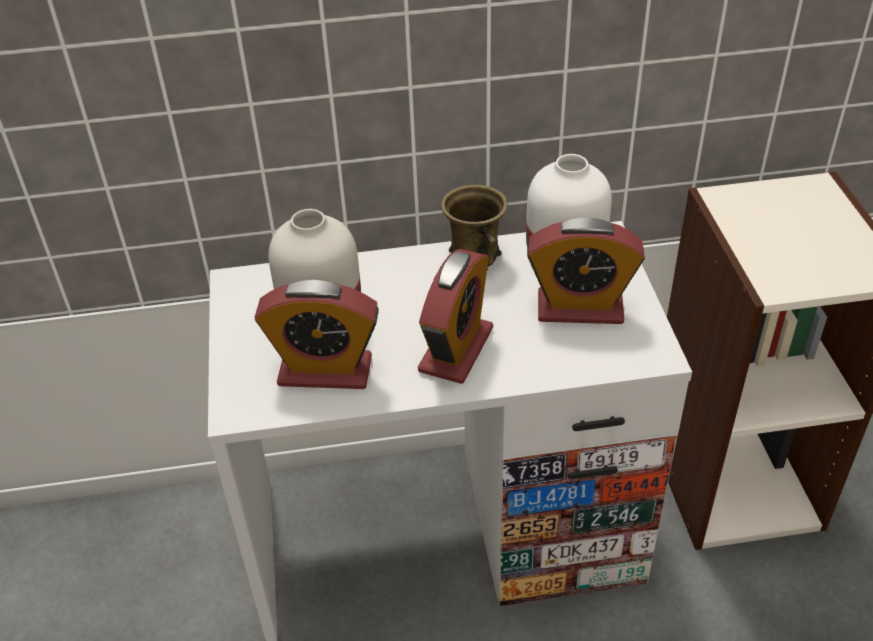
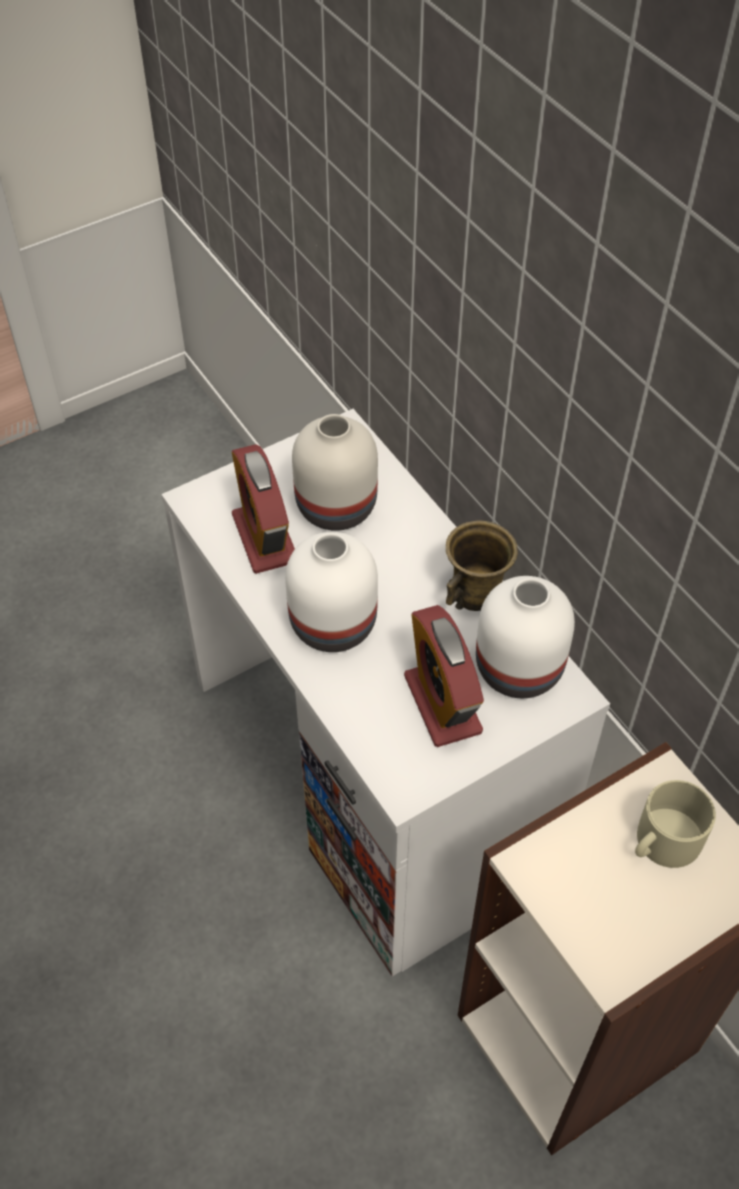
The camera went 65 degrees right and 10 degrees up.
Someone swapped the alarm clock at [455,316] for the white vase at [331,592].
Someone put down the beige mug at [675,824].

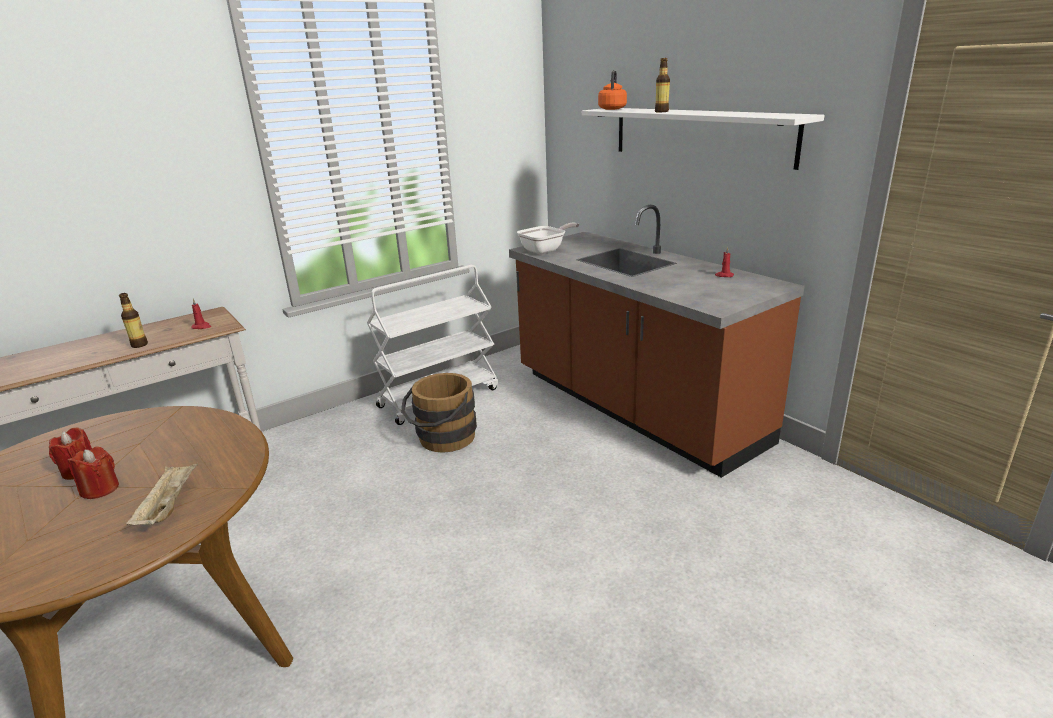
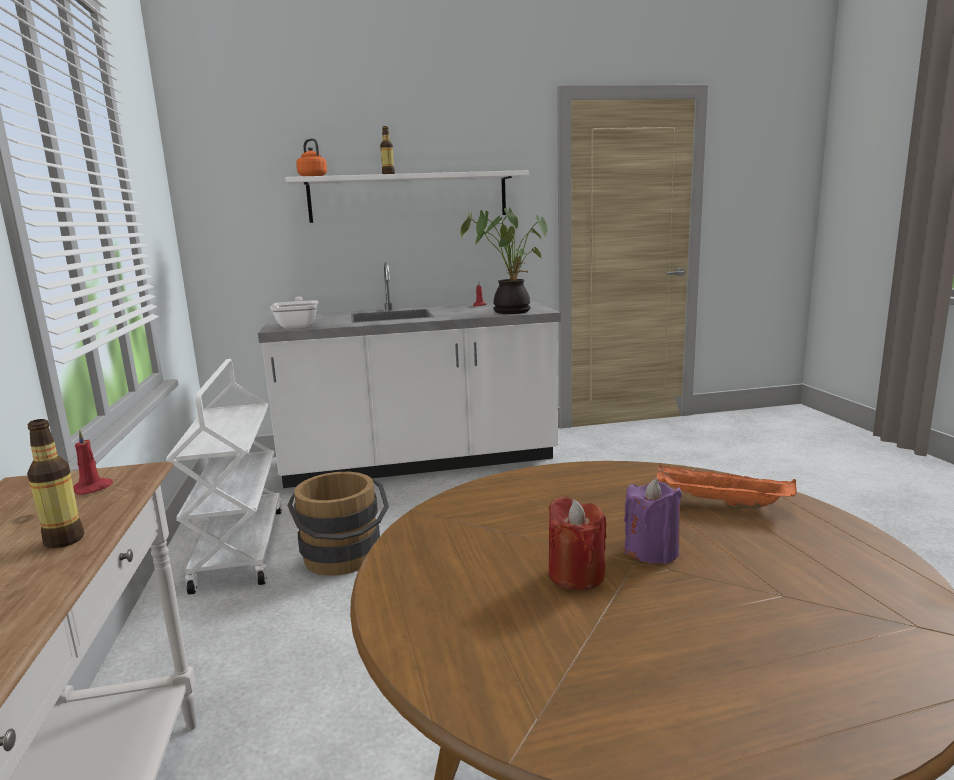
The camera went 65 degrees left and 10 degrees down.
Someone repainted the red candle at [93,472], which became the purple candle at [653,521].
Someone repainted the beige tray at [162,494], which became the orange tray at [727,486].
Someone repainted the brown counter at [657,341], which became the white counter at [409,375].
Someone put down the potted plant at [504,260].

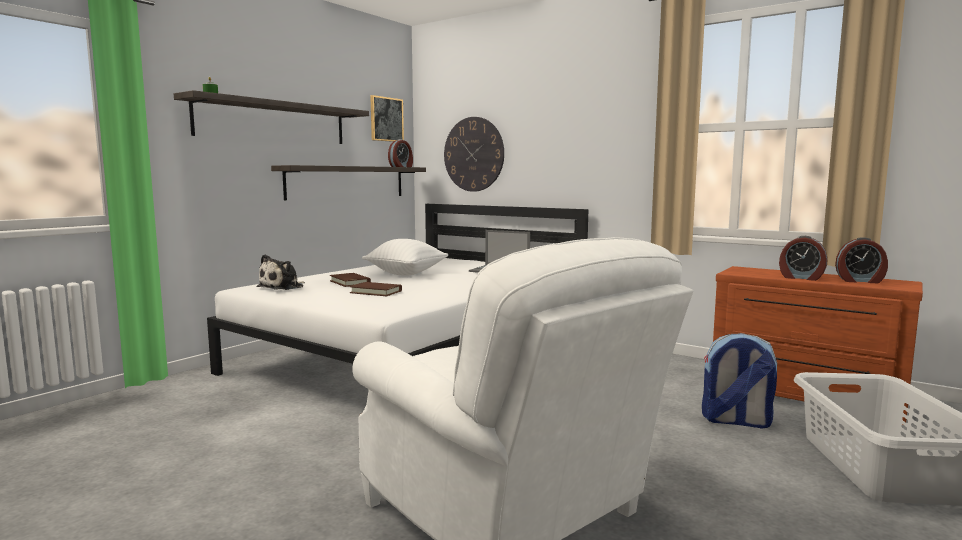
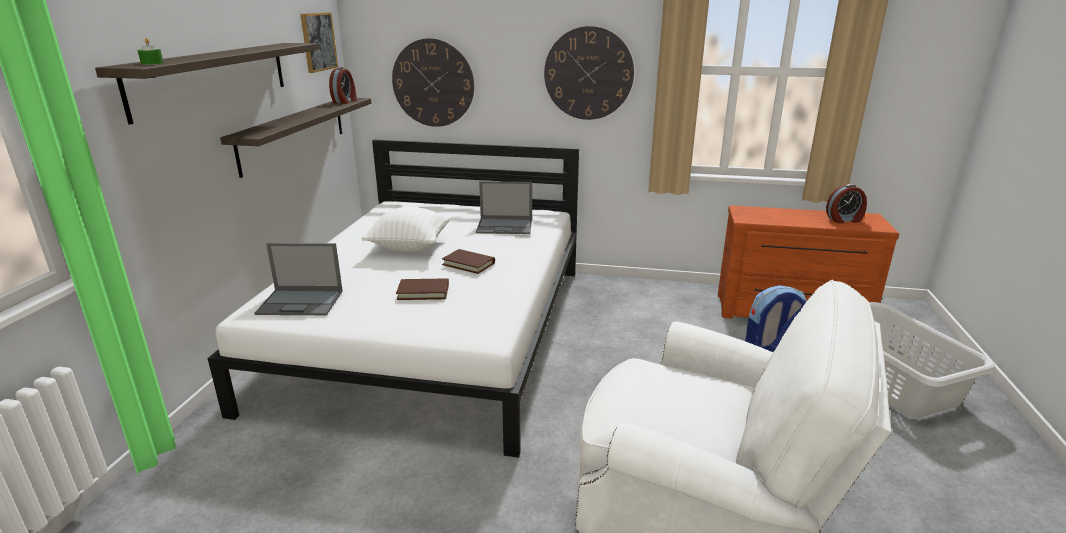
The camera went 25 degrees left and 15 degrees up.
Someone swapped the plush toy at [281,272] for the laptop at [298,279].
Someone carried the brown book from [350,280] to [468,261].
Someone took away the alarm clock at [803,258].
Someone put up the wall clock at [589,73].

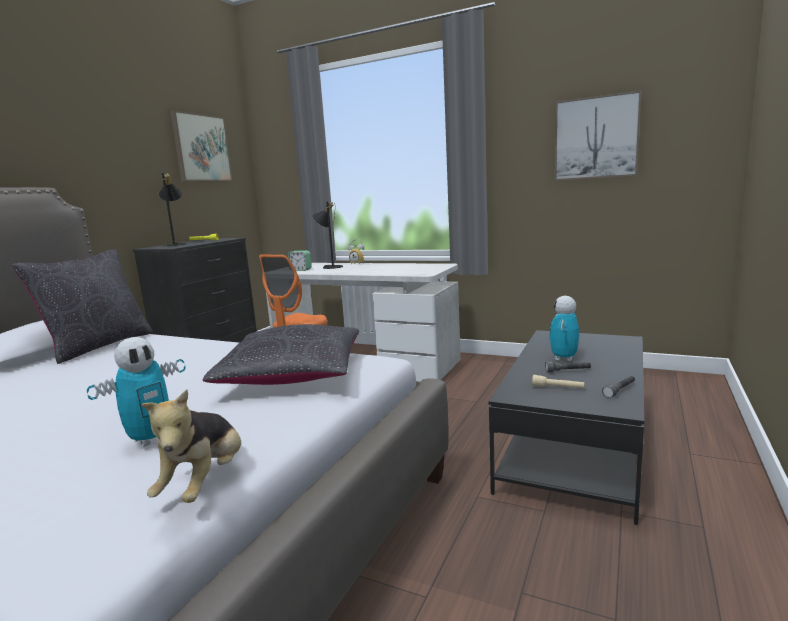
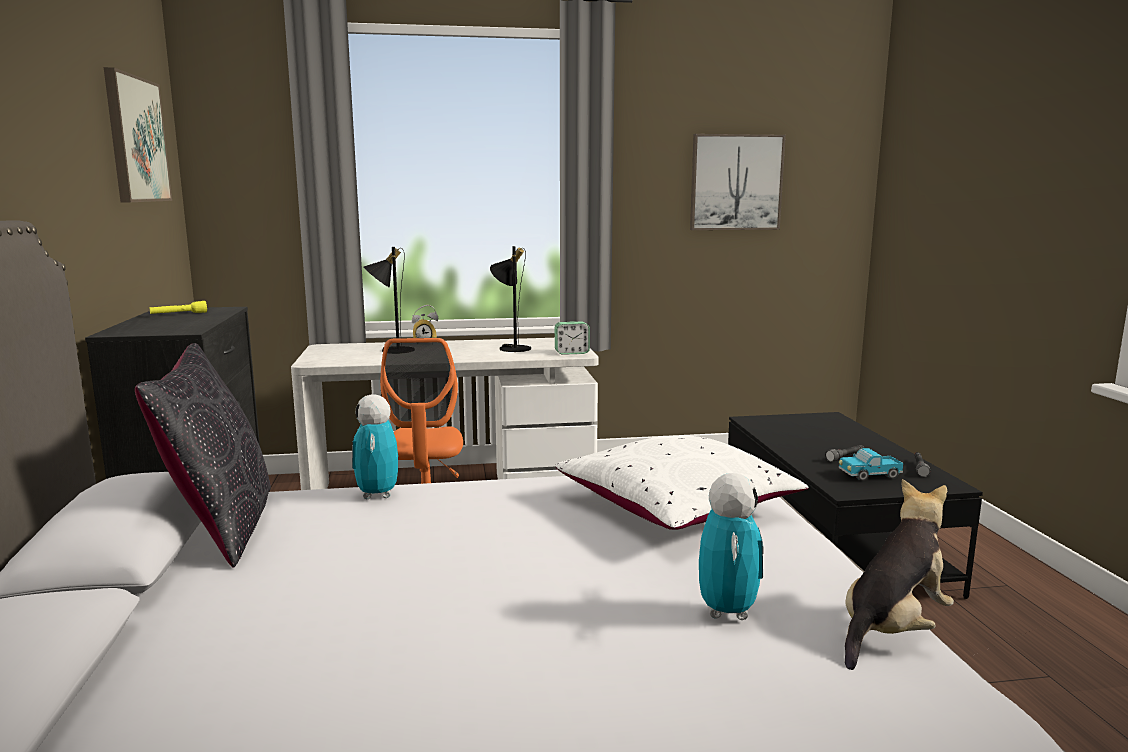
The camera went 35 degrees left and 0 degrees up.
Someone rotated the plush toy at [191,446] by 105 degrees counterclockwise.
Someone carried the black table lamp from [172,209] to [510,299].
Someone repainted the black pillow at [281,354], which became the white pillow at [682,482].
Someone carried the alarm clock from [299,260] to [572,338].
Someone swapped the beige flashlight at [558,382] for the toy truck at [871,464].
Someone carried the toy robot from [564,328] to [375,446].

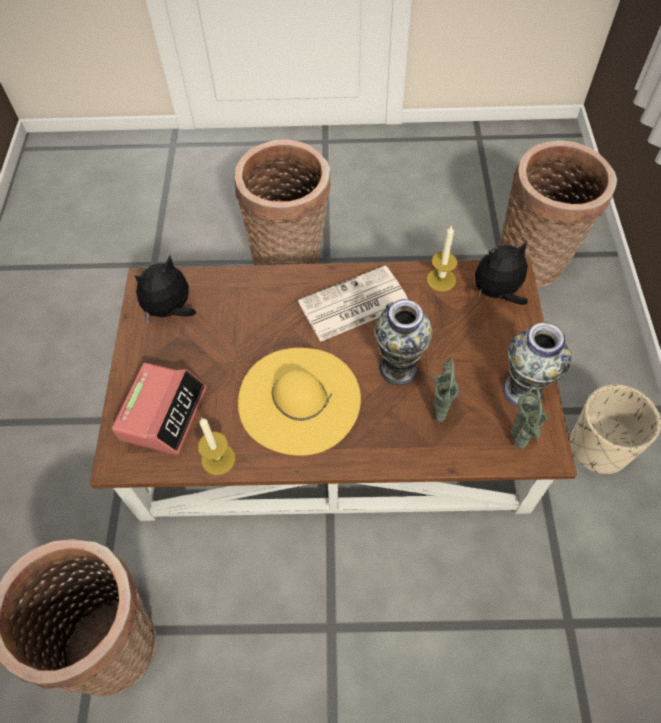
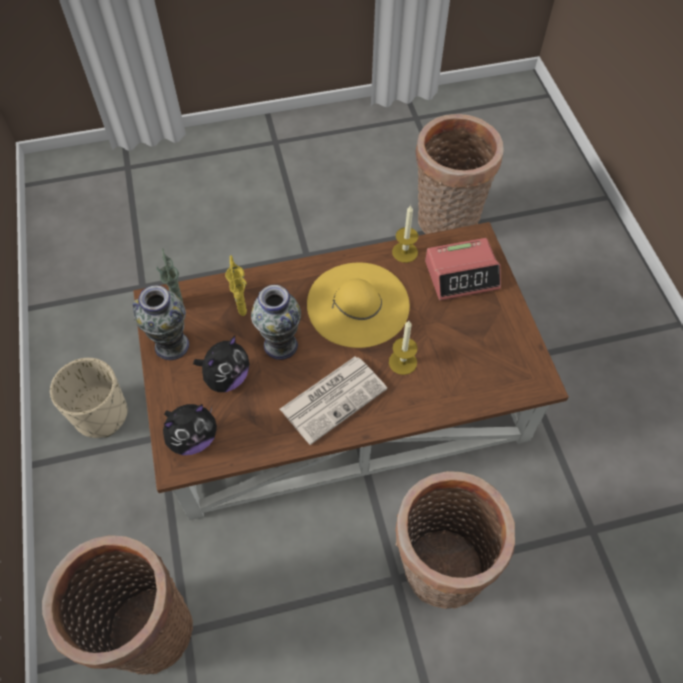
The camera went 165 degrees right and 0 degrees up.
Someone rotated the alarm clock at [159,409] by 105 degrees counterclockwise.
Someone carried the plush toy from [165,290] to [221,364].
Someone carried the candle from [442,258] to [403,348].
Someone repainted the green vase at [446,390], which became the yellow vase at [236,285].

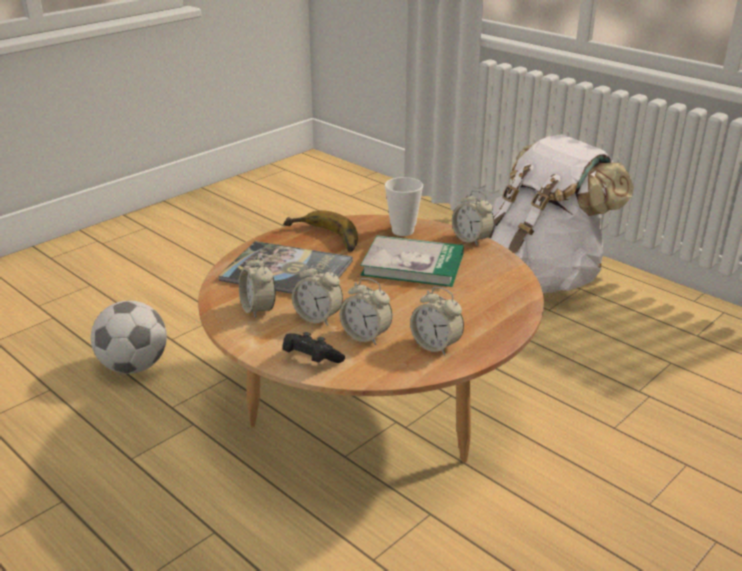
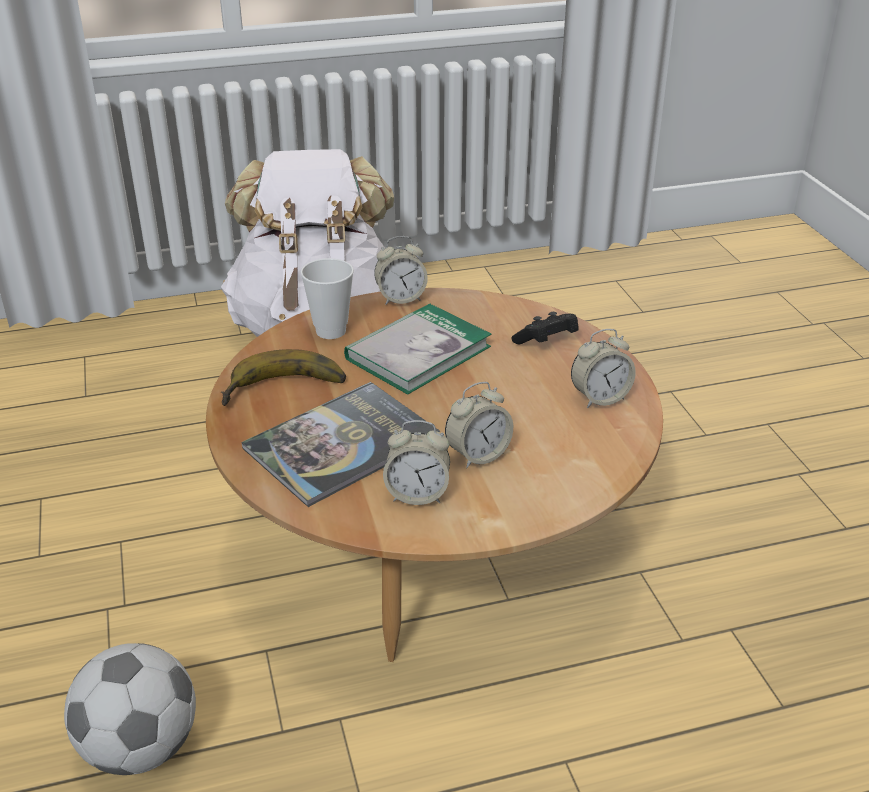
The camera went 60 degrees left and 5 degrees up.
Someone carried the black game controller from [313,347] to [544,328].
Someone took away the alarm clock at [366,311].

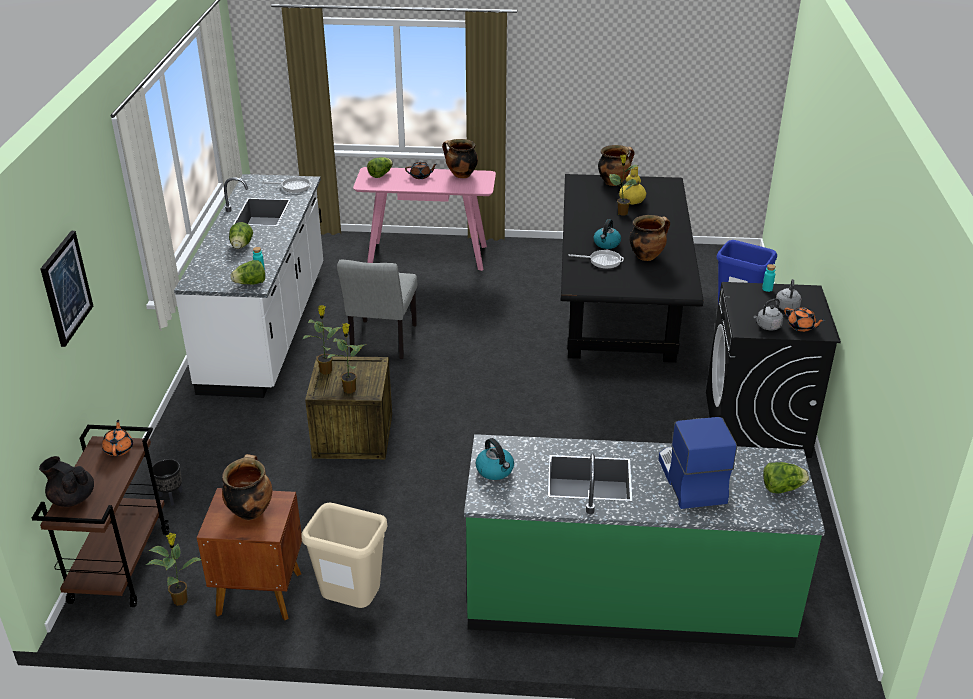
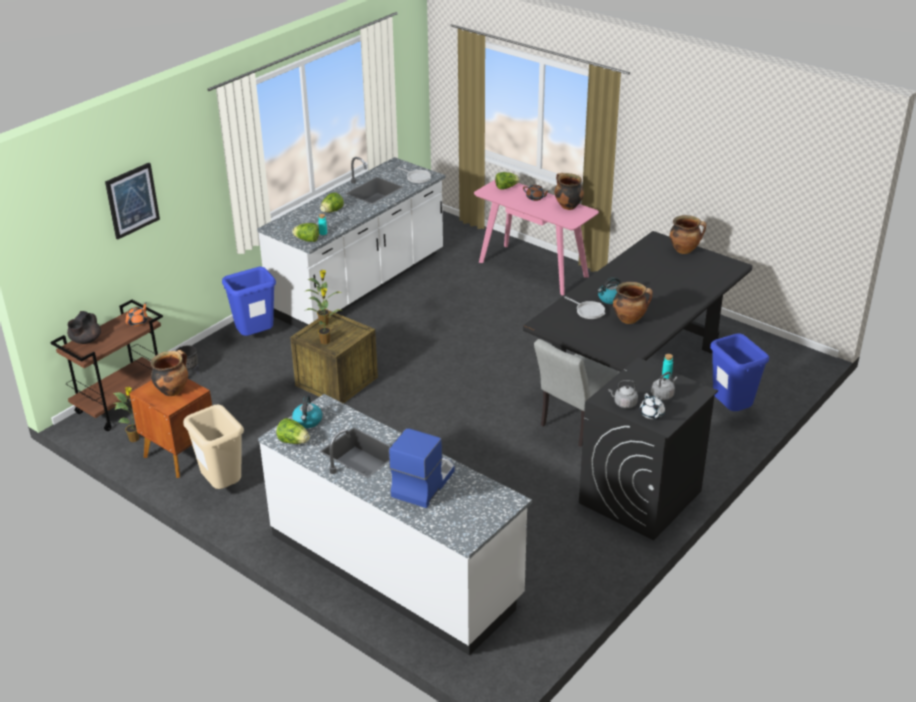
The camera went 35 degrees right and 0 degrees up.
Someone rotated the black teapot at [66,481] by 135 degrees counterclockwise.
Someone carried the grey chair from [377,309] to [577,393].
Someone repainted the green counter at [644,541], which became the white counter at [395,525].
Someone took away the potted plant at [624,185].
Someone took away the yellow vase at [632,185].
Someone carried the lettuce from [786,477] to [293,431].
Someone repainted the orange teapot at [804,319], which became the white teapot at [652,406].
Someone put down the blue trash can at [249,301].

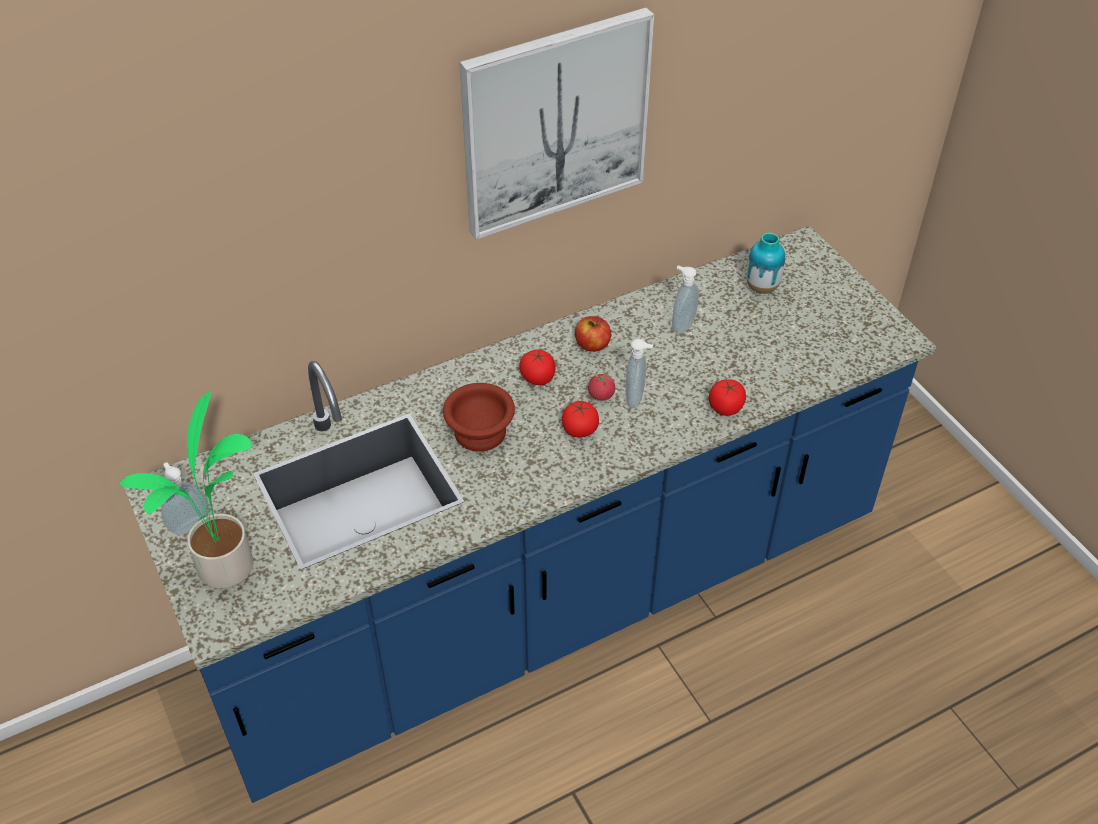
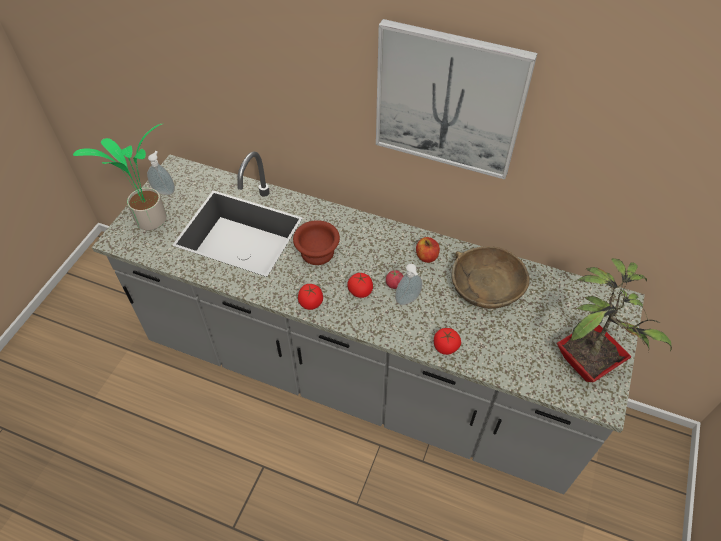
The camera went 50 degrees right and 5 degrees up.
Someone repainted the blue counter at [530,514], which became the grey counter at [368,322].
Someone carried the tomato from [537,367] to [310,297].
Someone swapped the soap dispenser at [685,299] for the brown bowl at [491,277].
Someone took away the vase at [765,263].
Someone put down the potted plant at [614,320].

